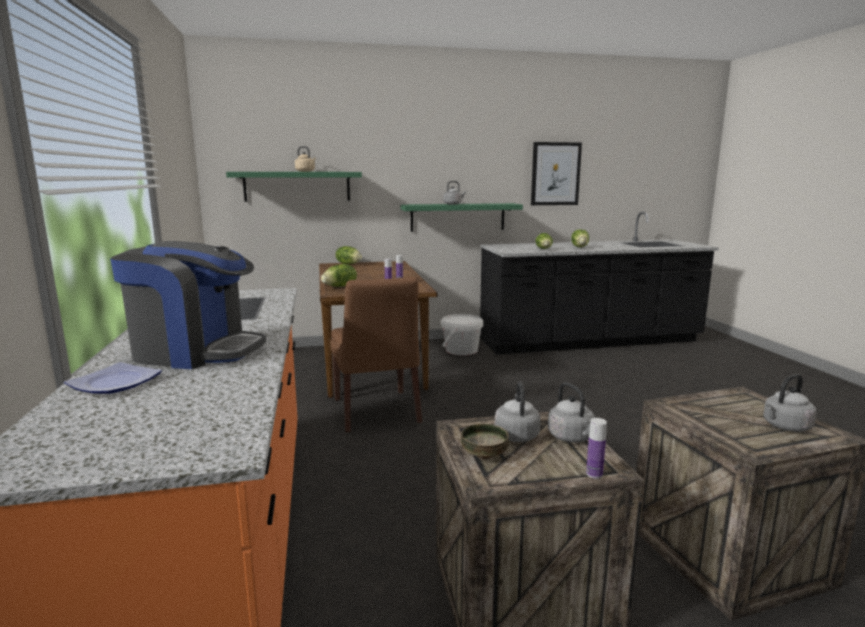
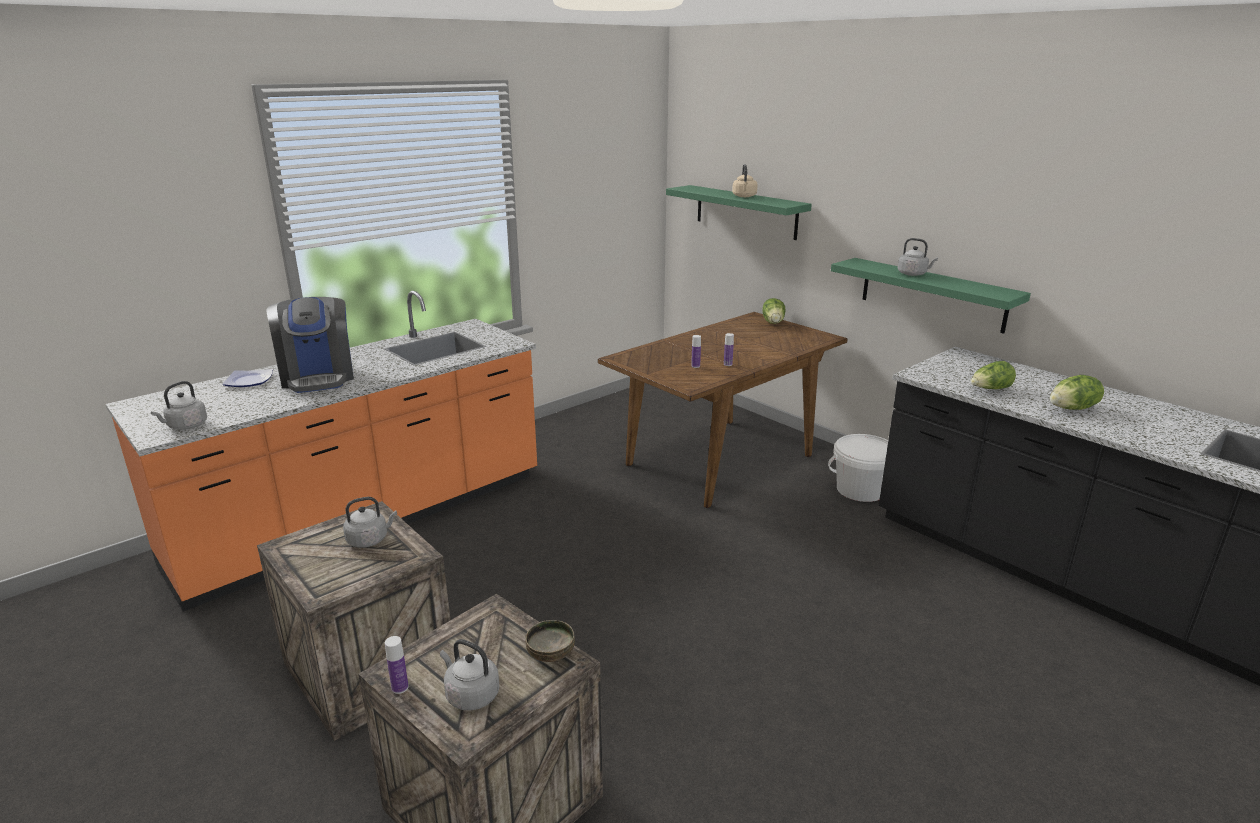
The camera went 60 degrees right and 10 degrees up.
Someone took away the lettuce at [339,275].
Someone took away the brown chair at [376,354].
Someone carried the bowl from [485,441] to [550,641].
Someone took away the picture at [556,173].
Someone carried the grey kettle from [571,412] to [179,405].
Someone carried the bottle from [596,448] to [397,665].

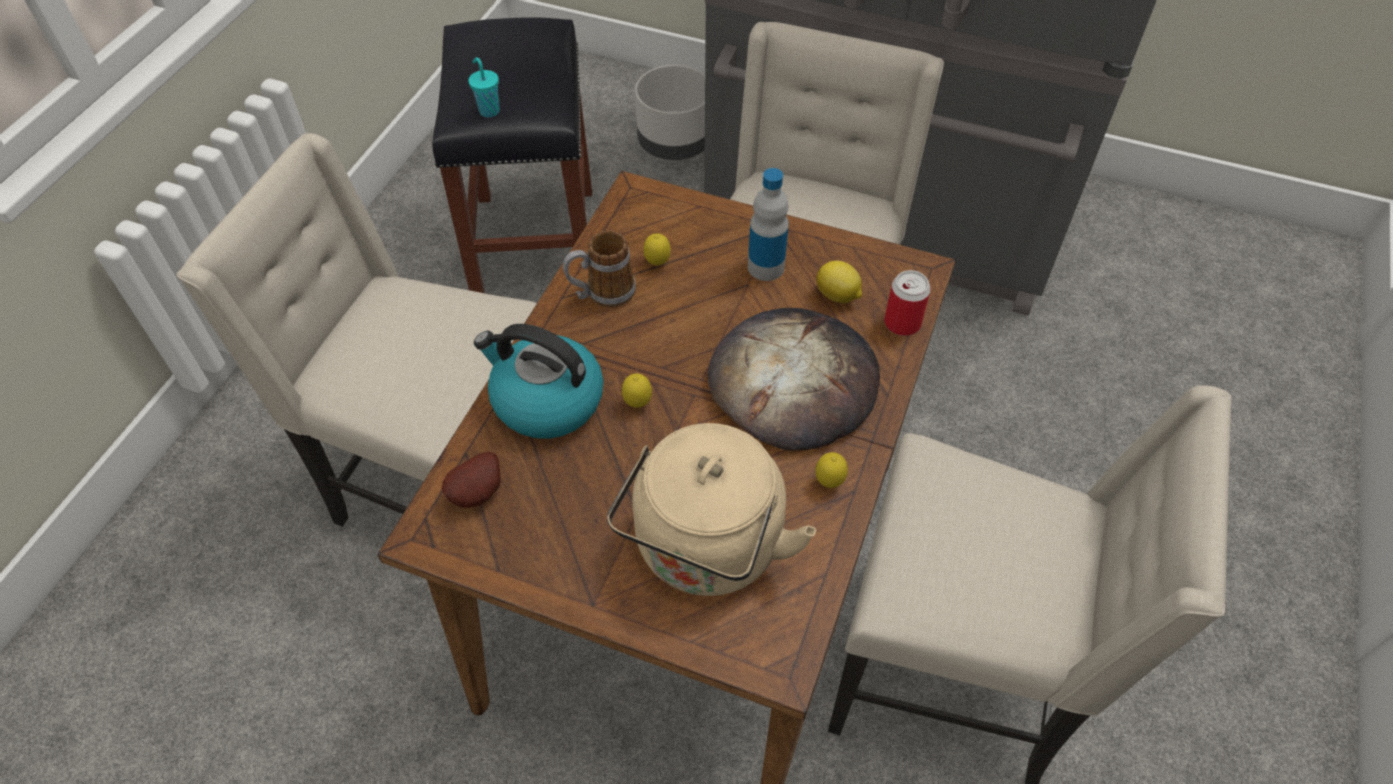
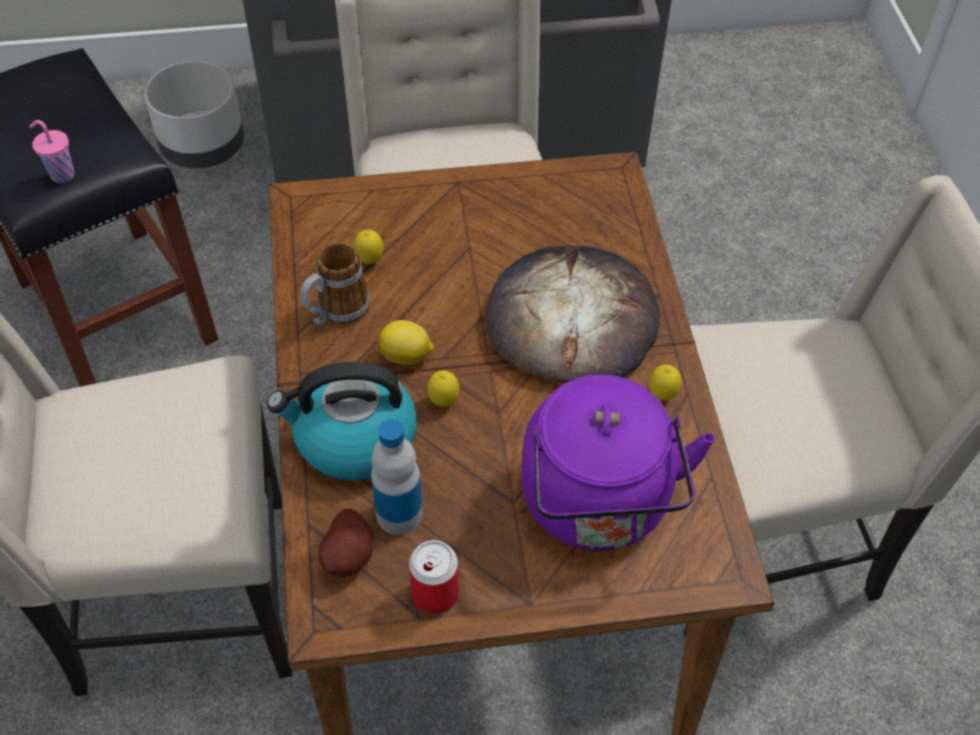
The camera went 30 degrees left and 0 degrees up.
Someone repainted the turquoise cup at [484,87], which became the pink cup at [52,151].
Someone repainted the beige kettle at [711,509], which became the purple kettle at [618,463].
Someone carried the bottle from [768,224] to [396,477].
Someone carried the lemon from [839,281] to [406,342].
Someone carried the can from [907,303] to [433,577].

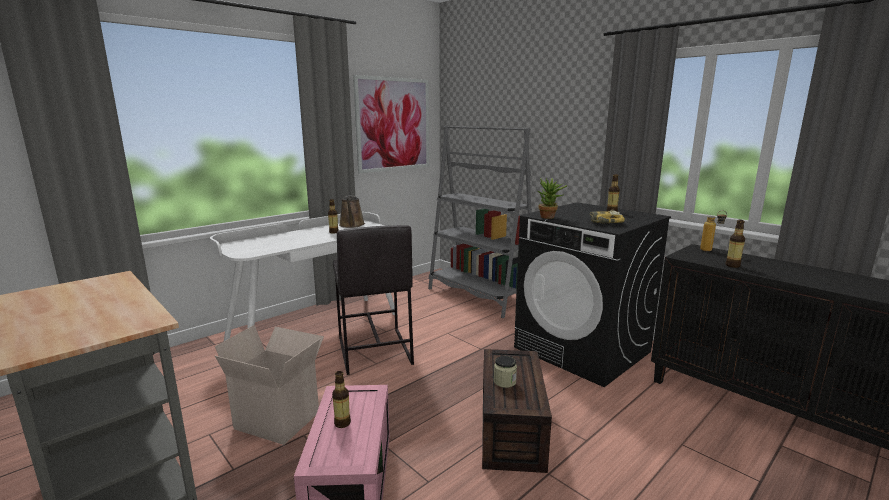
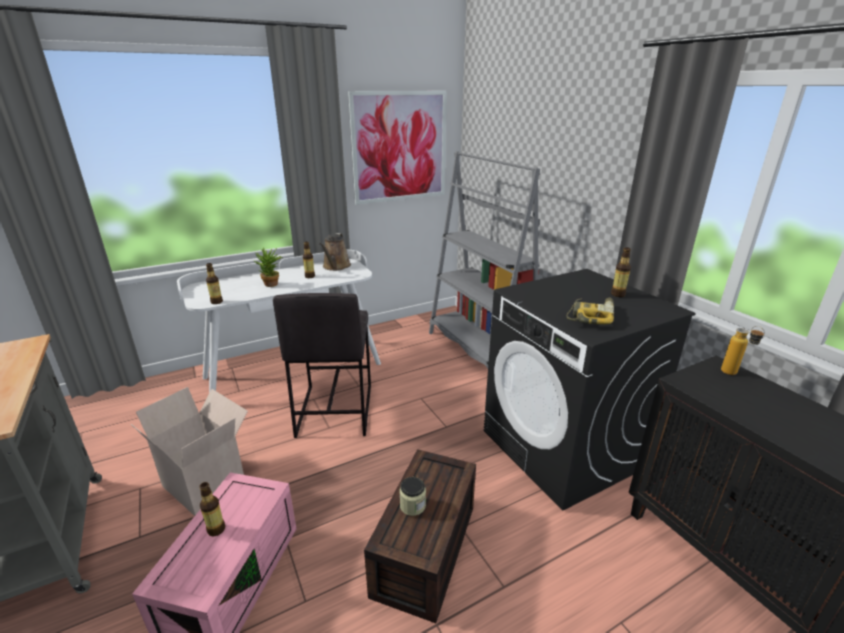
The camera went 15 degrees right and 10 degrees up.
Someone carried the potted plant from [552,198] to [268,267].
Someone carried the bottle from [735,244] to [214,283].

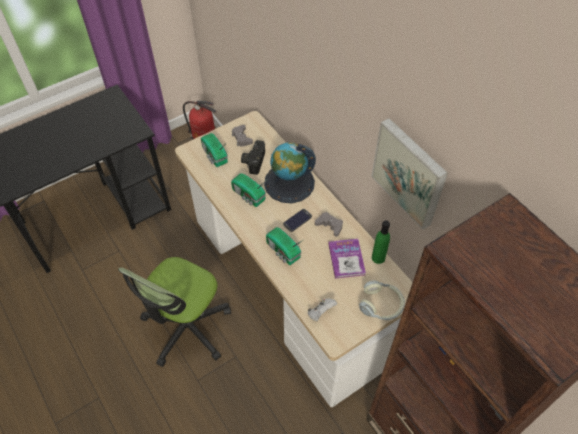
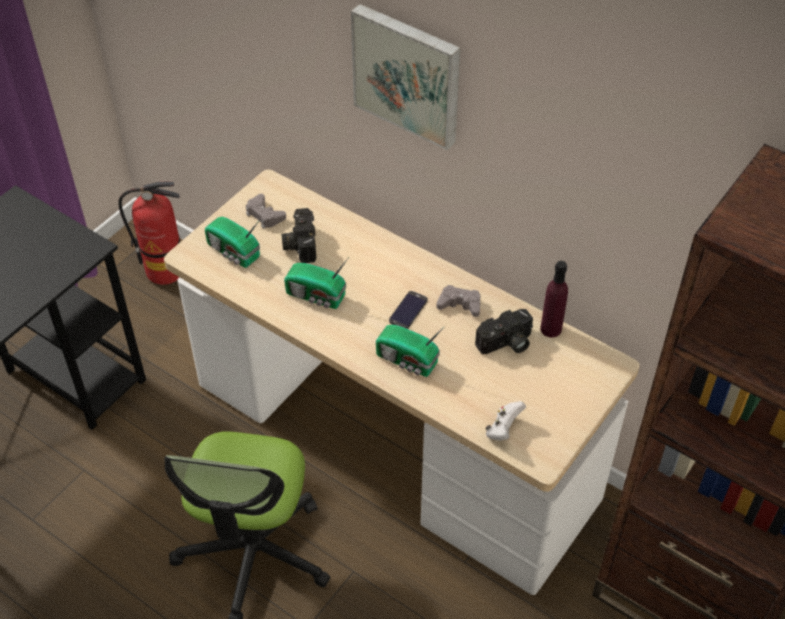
The camera went 20 degrees left and 5 degrees down.
Someone took away the globe at [290,173].
Someone swapped the book at [347,259] for the photo camera at [504,331].
Someone took away the headphones at [382,300].
Someone carried the picture from [409,173] to [405,77].
Someone repainted the green bottle at [381,242], which became the purple bottle at [554,299].

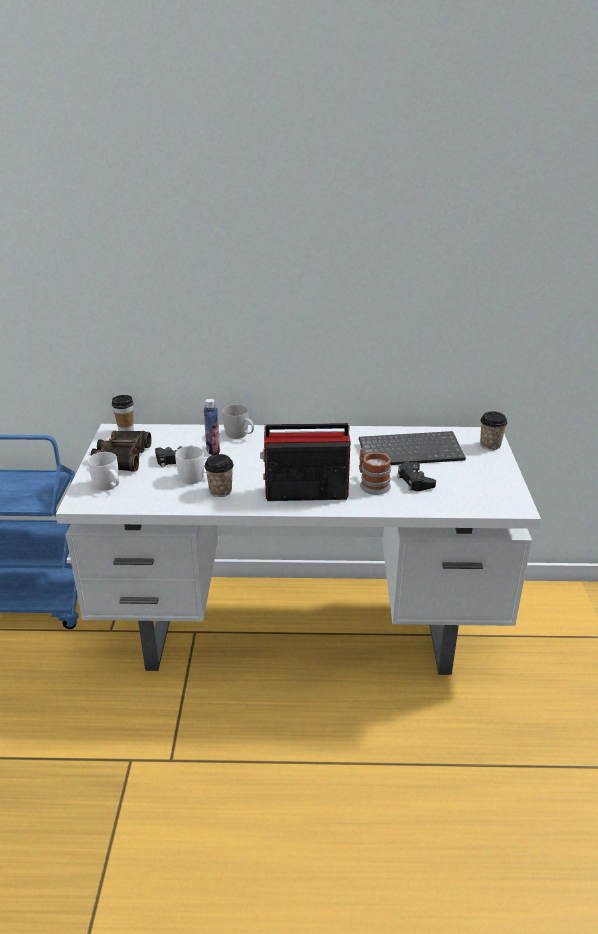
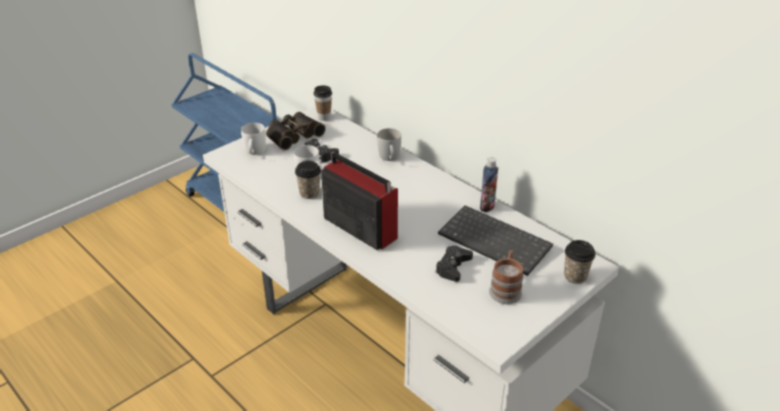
The camera went 45 degrees right and 5 degrees up.
Someone carried the bottle from [212,427] to [489,184].
Someone carried the mug from [375,472] to [506,277].

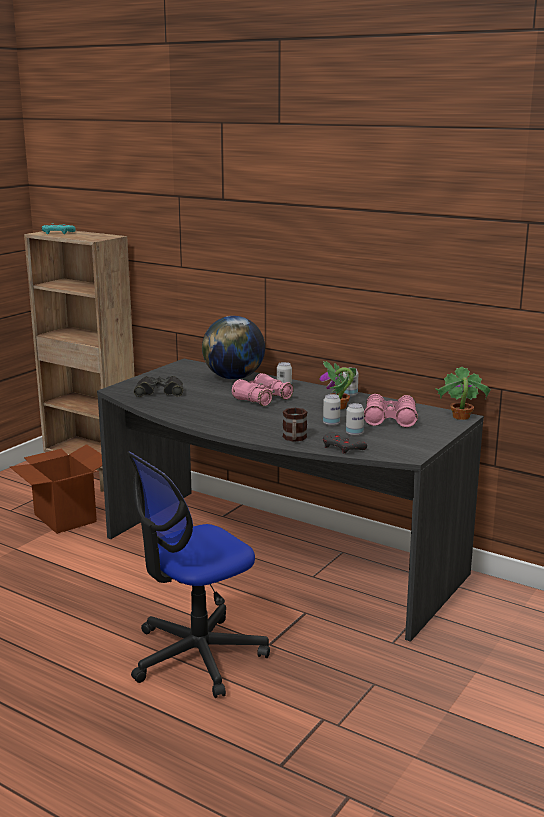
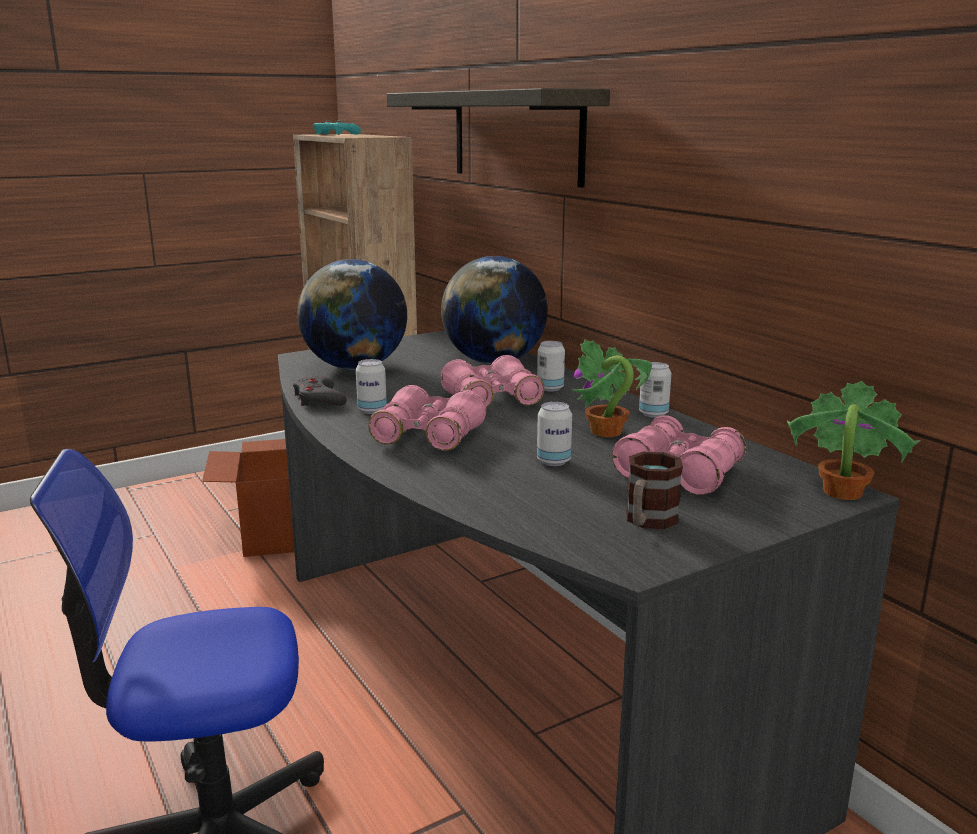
The camera went 25 degrees right and 0 degrees up.
Someone swapped the black binoculars at [158,386] for the globe at [352,314].
Someone carried the mug from [295,425] to [654,490].
Someone carried the grey game controller from [345,443] to [320,391].
Someone carried the can from [355,419] to [371,386].
Someone put down the pink binoculars at [427,418].
Someone put up the shelf at [498,138].

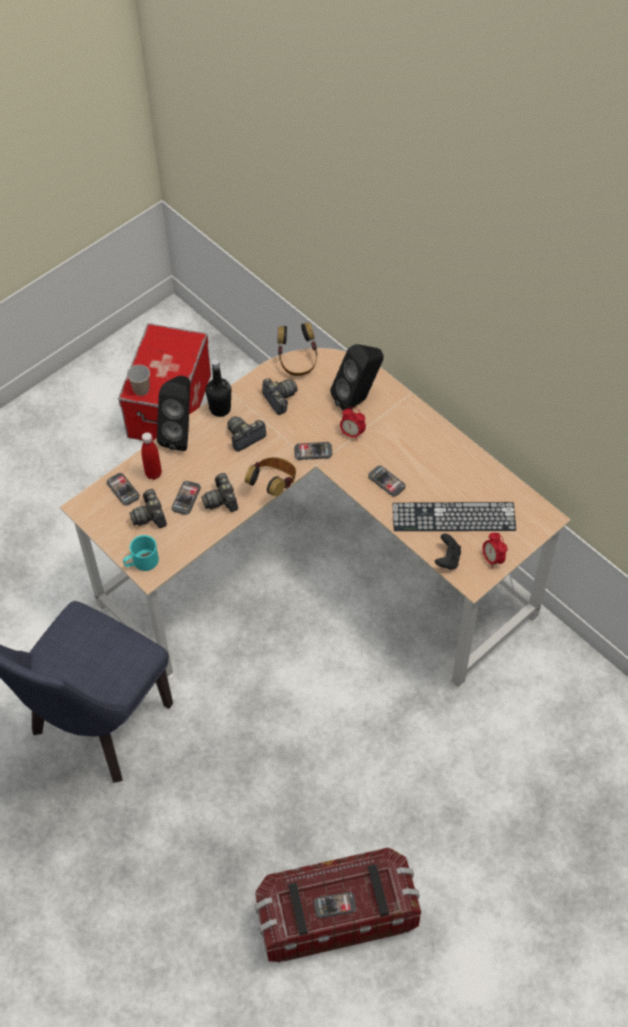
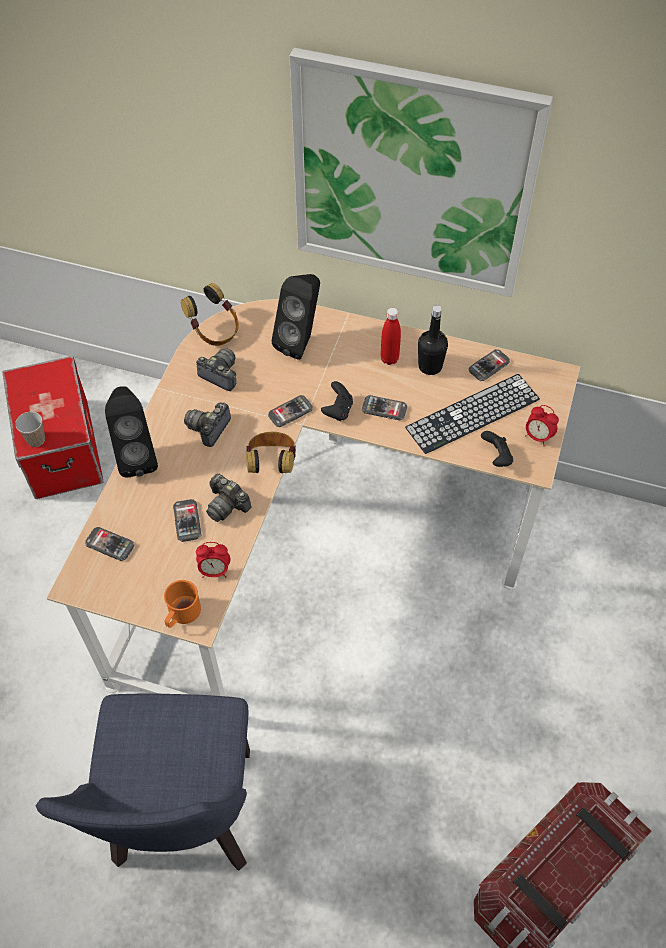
The camera went 30 degrees left and 0 degrees up.
Someone repainted the turquoise mug at [141,553], which became the orange mug at [182,604].
Someone took away the photo camera at [148,508].
Someone carried the red bottle from [151,456] to [390,336].
Someone carried the black bottle from [218,388] to [433,340].
Someone carried the phone from [334,905] to [489,365].
Someone carried the alarm clock from [353,424] to [213,560].
Someone put up the picture at [421,172].
Someone put down the black game controller at [337,401].

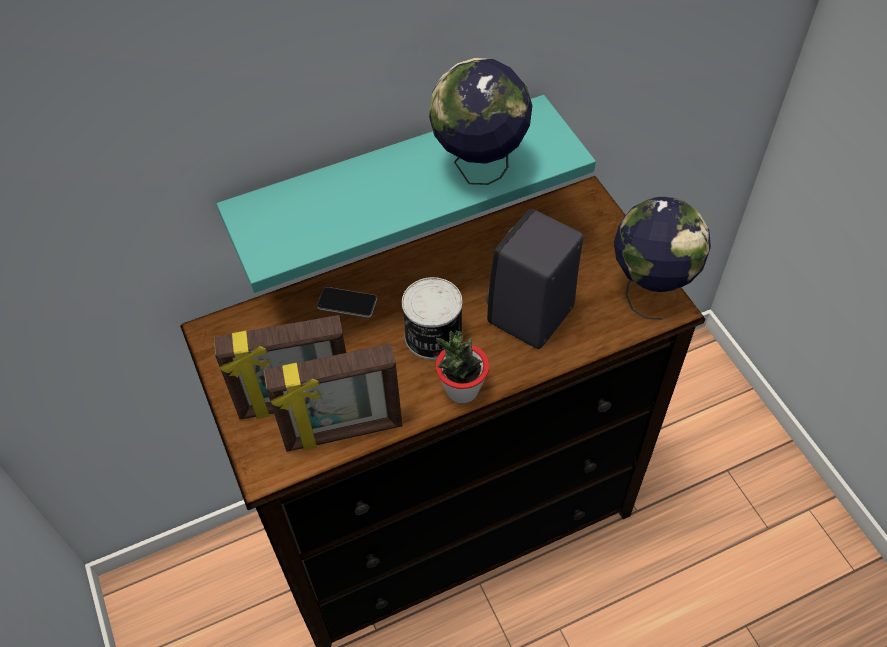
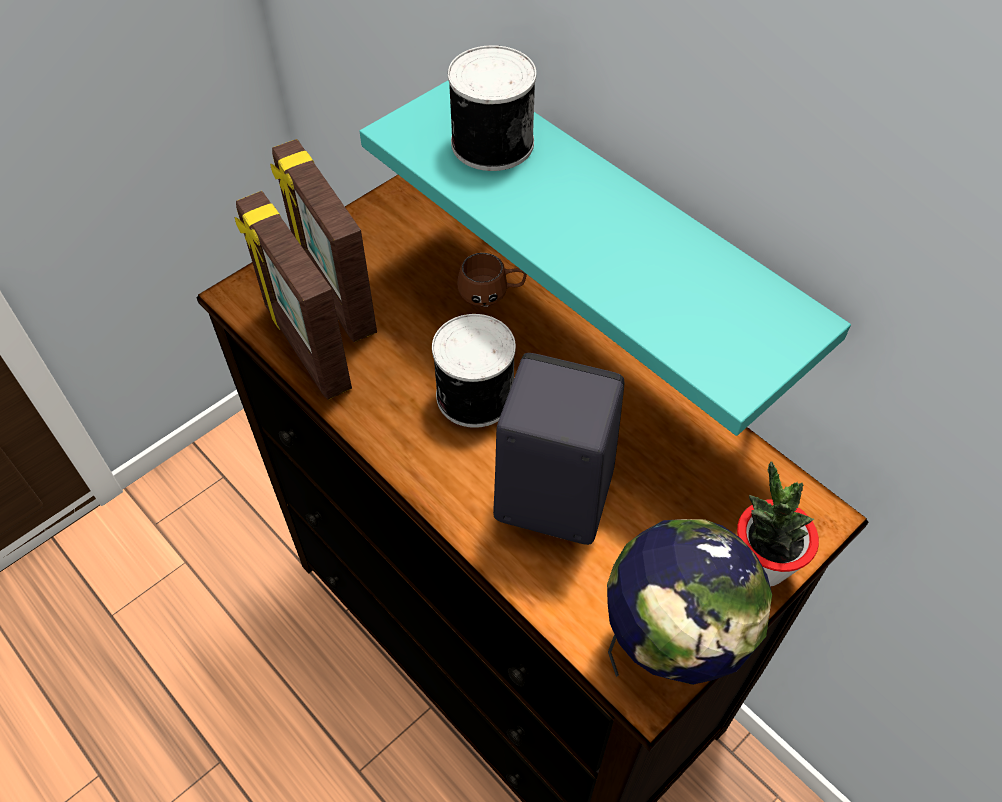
The camera went 70 degrees right and 0 degrees up.
Someone swapped the phone at [347,302] for the brown mug at [492,280].
Someone took away the globe at [480,121].
Someone carried the potted plant from [462,367] to [778,524].
Someone put down the can at [492,108].

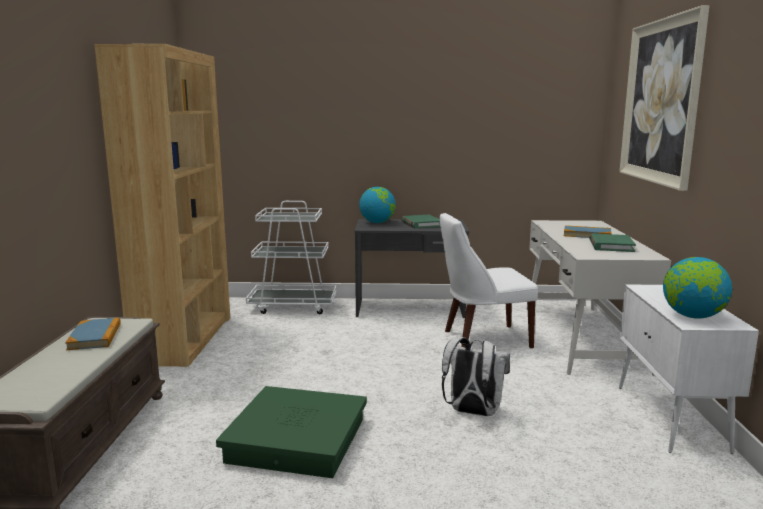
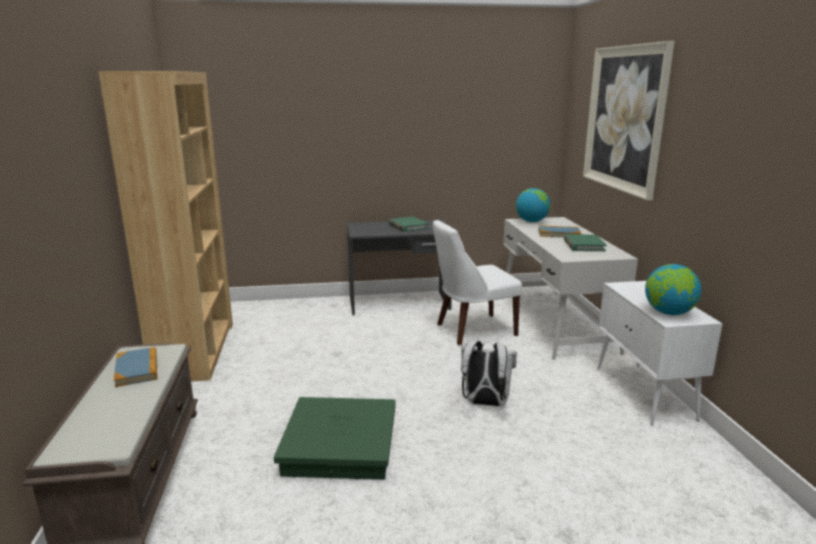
The camera went 10 degrees left and 5 degrees up.
Someone took away the white cart at [291,257].
Someone carried the globe from [377,205] to [533,205].

